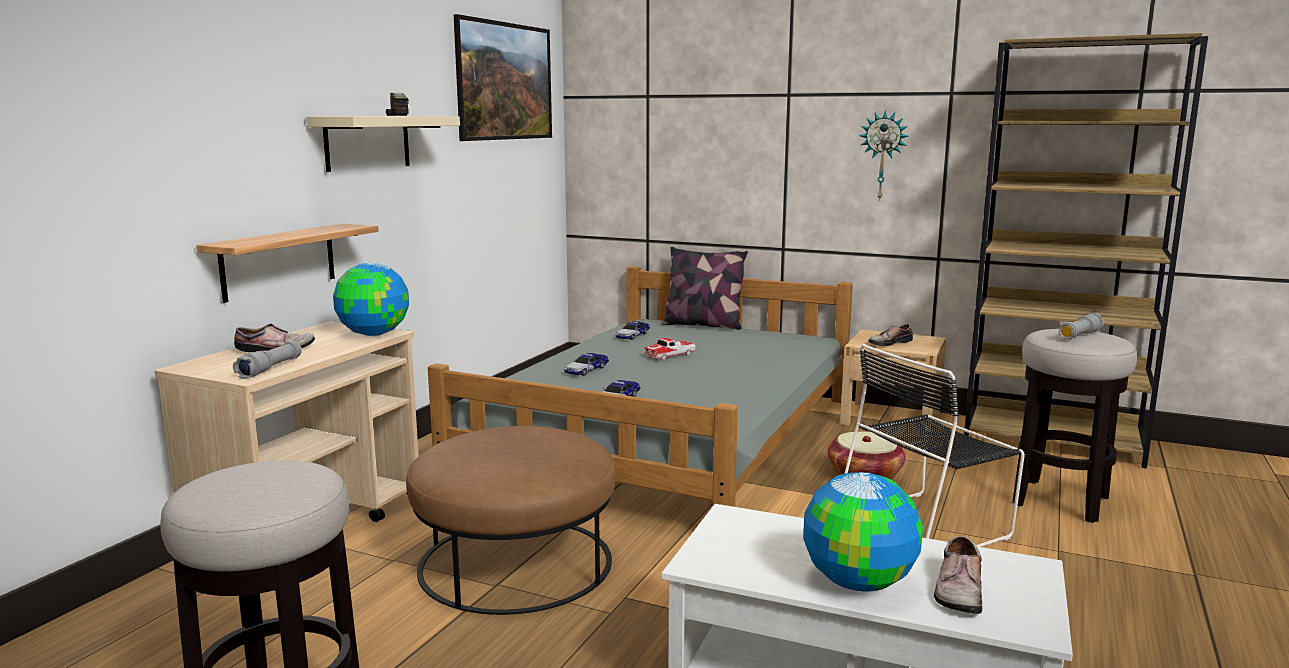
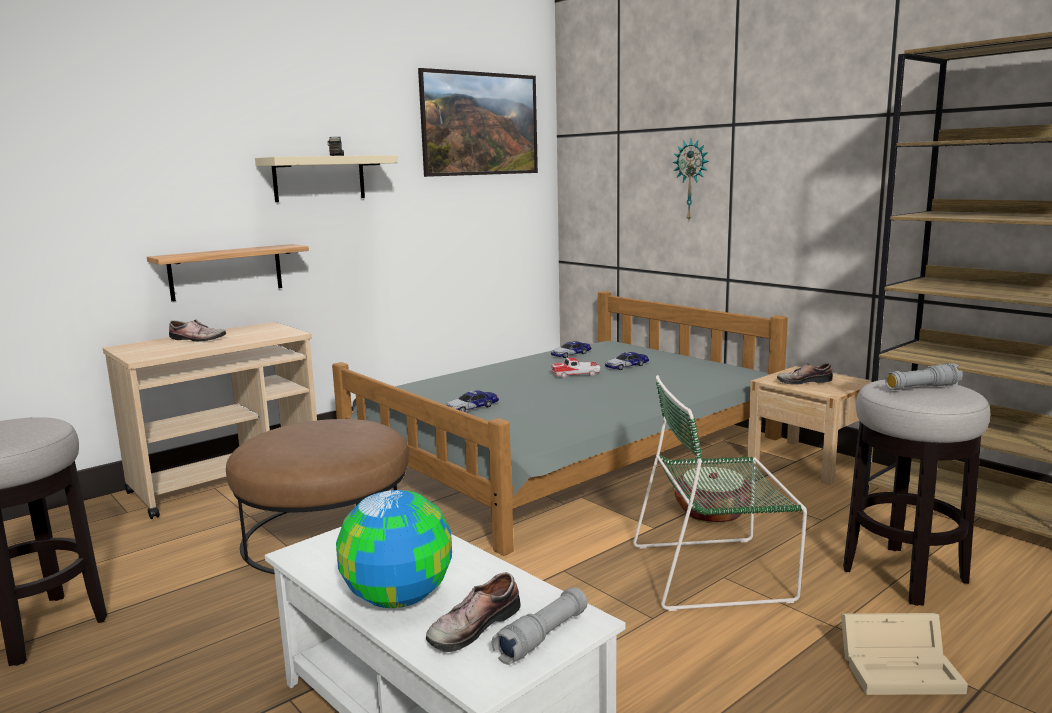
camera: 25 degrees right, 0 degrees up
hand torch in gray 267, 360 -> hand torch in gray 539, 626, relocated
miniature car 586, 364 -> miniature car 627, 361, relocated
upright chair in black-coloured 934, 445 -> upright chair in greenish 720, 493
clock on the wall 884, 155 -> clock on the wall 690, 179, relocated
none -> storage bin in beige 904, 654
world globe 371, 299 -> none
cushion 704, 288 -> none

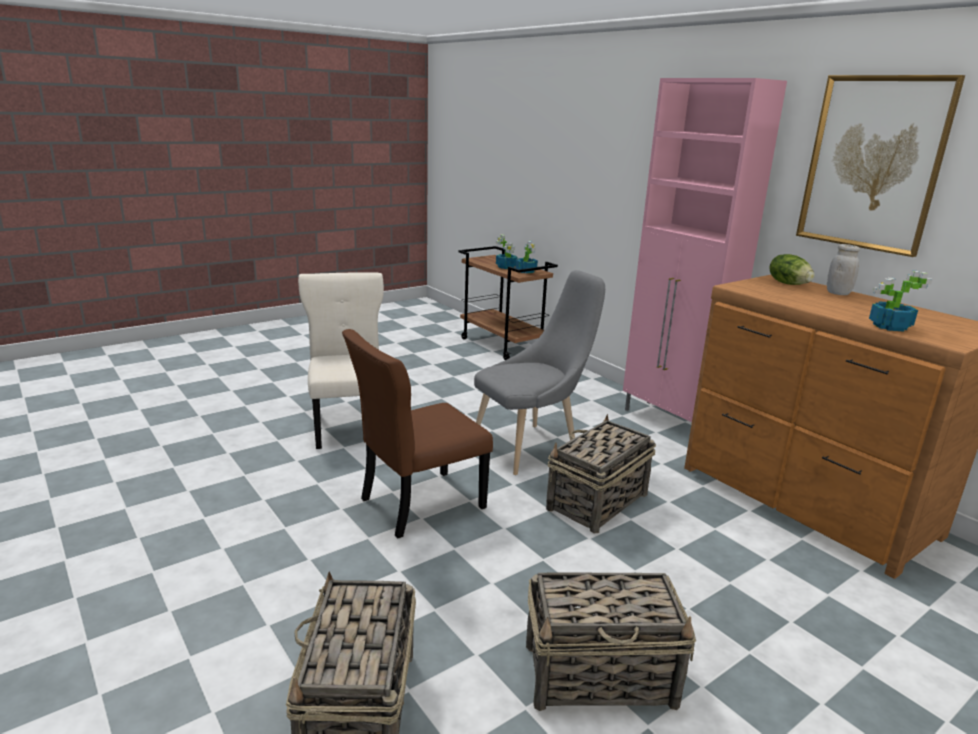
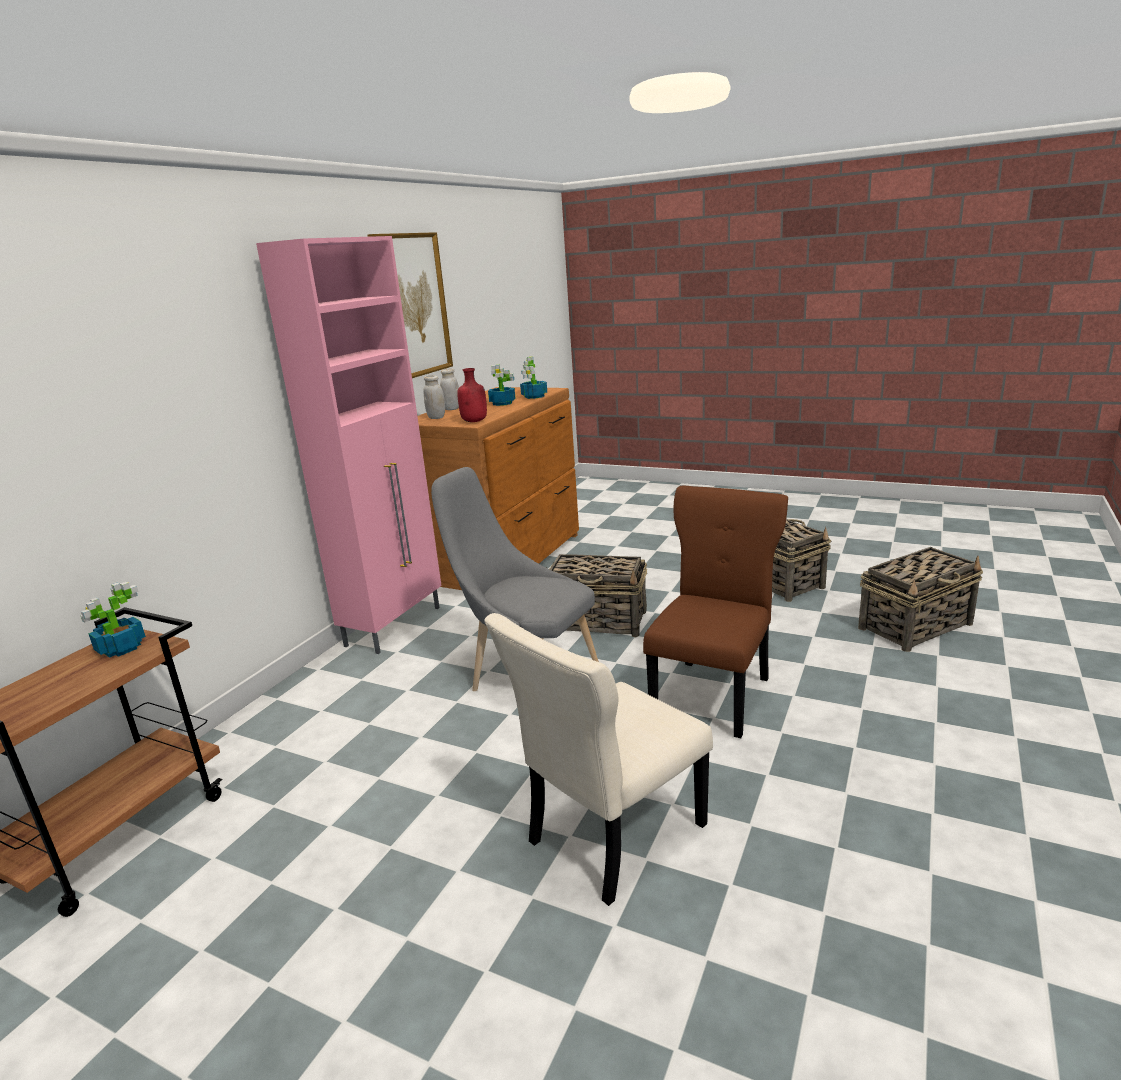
camera: 115 degrees left, 0 degrees up
lettuce head 792, 269 -> preserve jar in whitish 434, 397
none -> beverage bottle in red 472, 395
potted plant 506, 251 -> potted plant 502, 385, relocated
upright chair in brownish 417, 434 -> upright chair in brownish 715, 612, 90 degrees counterclockwise

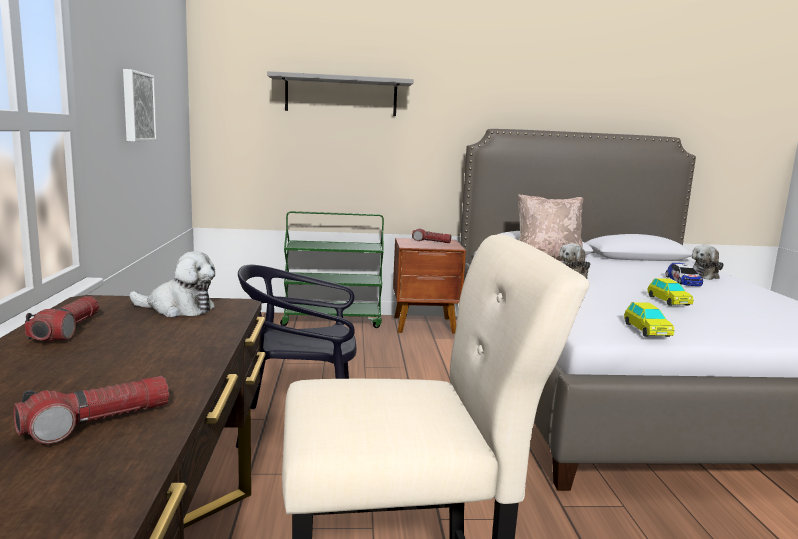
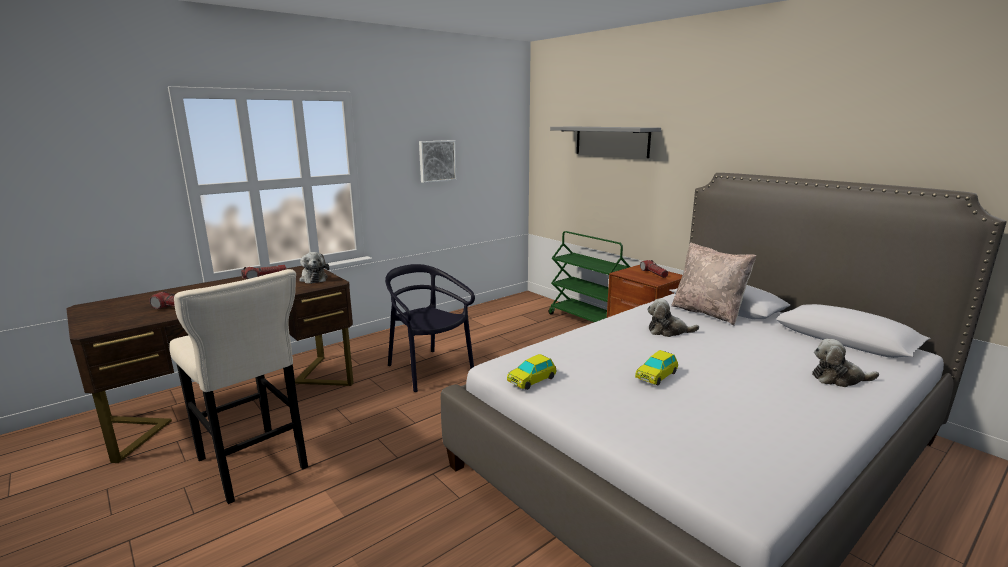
camera: 55 degrees right, 5 degrees up
miniature car 684, 274 -> none

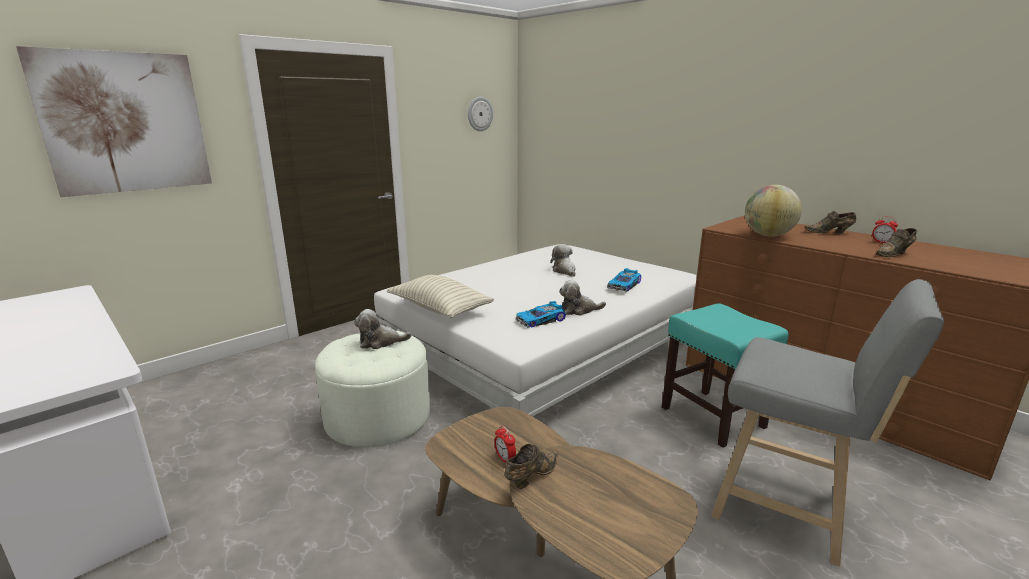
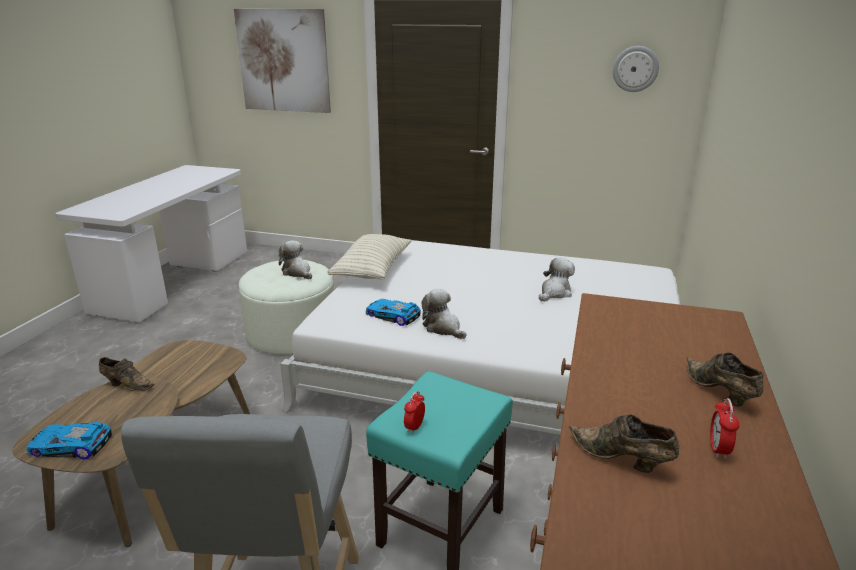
camera: 60 degrees right, 5 degrees up
miniature car 624, 280 -> miniature car 69, 441, relocated
bedside clock 505, 444 -> bedside clock 414, 412, relocated
world globe 773, 211 -> none

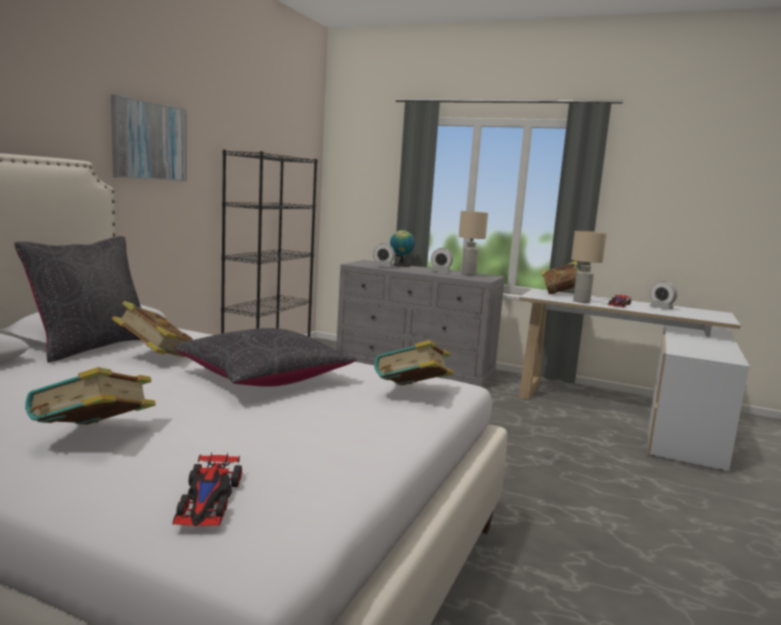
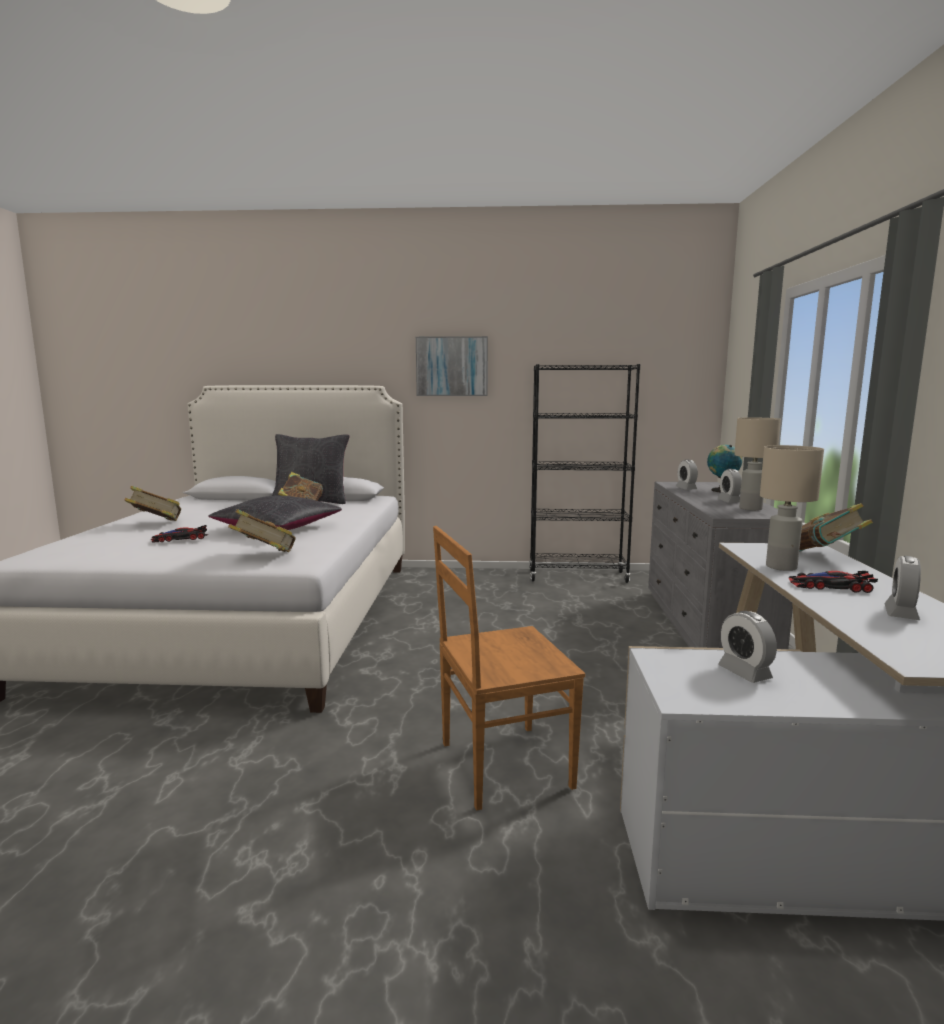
camera: 70 degrees right, 0 degrees up
miniature car 207, 489 -> miniature car 179, 534, relocated
none -> upright chair in brownish 509, 668
none -> bedside clock 747, 647

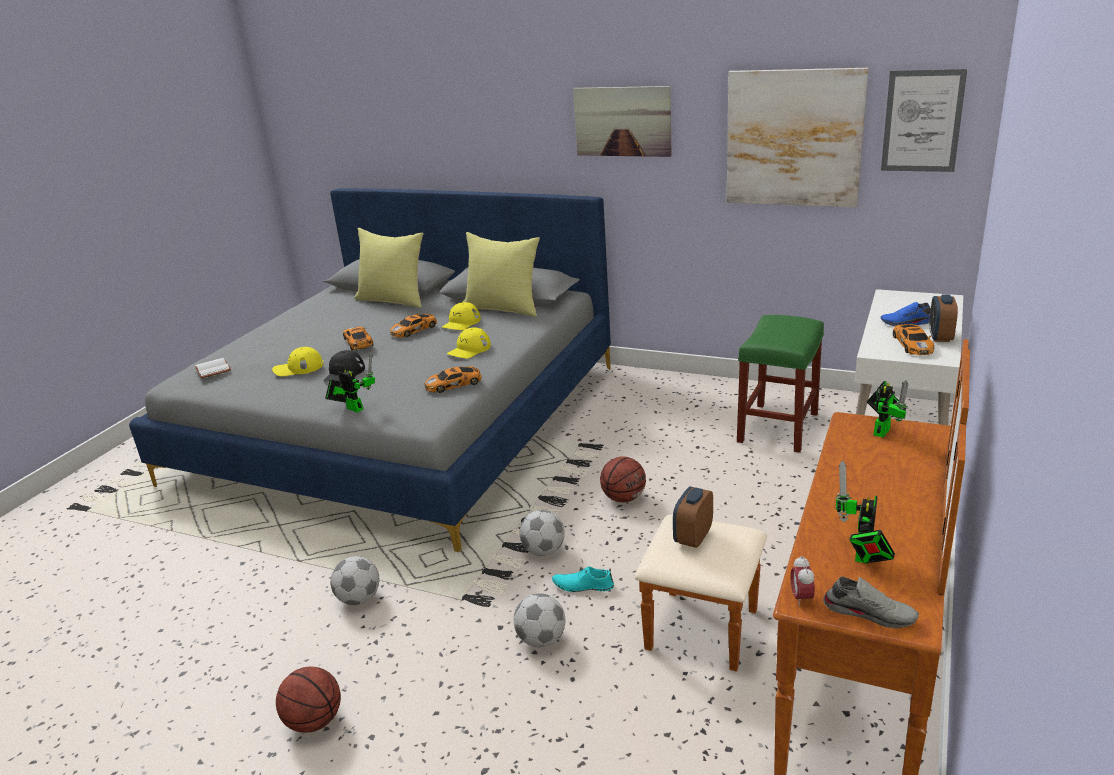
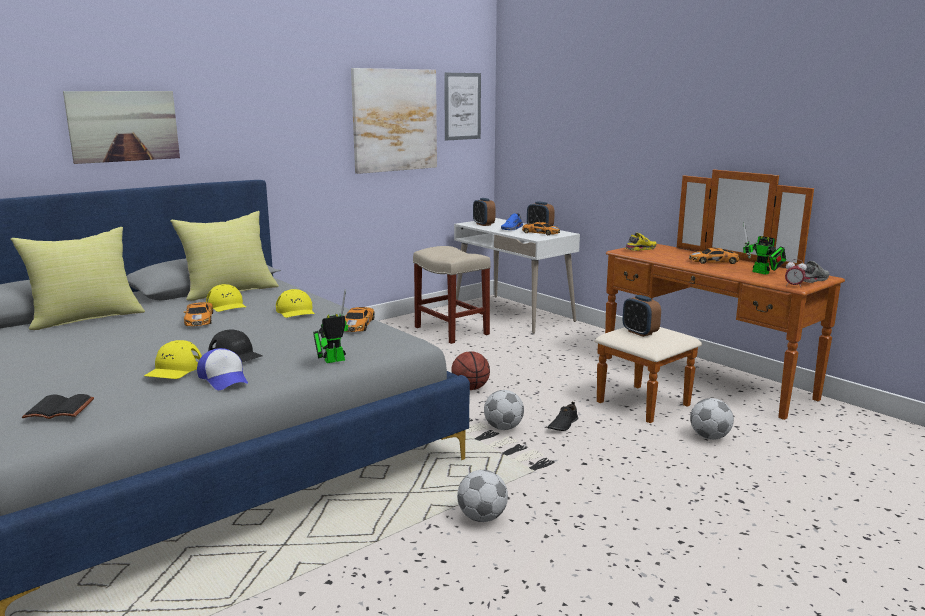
camera: 65 degrees left, 10 degrees down
bound book in whitish 213, 368 -> bound book in black-coloured 58, 406
wall picture 622, 121 -> wall picture 121, 127, relocated
none -> cap 222, 369
stool seat in greenish 780, 384 -> stool seat in beige 452, 295
none -> bedside clock 484, 212
low shoe in turquoise 583, 579 -> low shoe in black-coloured 563, 416
robot figure 887, 409 -> low shoe in yellowish 641, 242
miniature car 358, 338 -> miniature car 714, 256, relocated
football 539, 620 -> football 712, 419, relocated
ball for basketball 308, 700 -> none

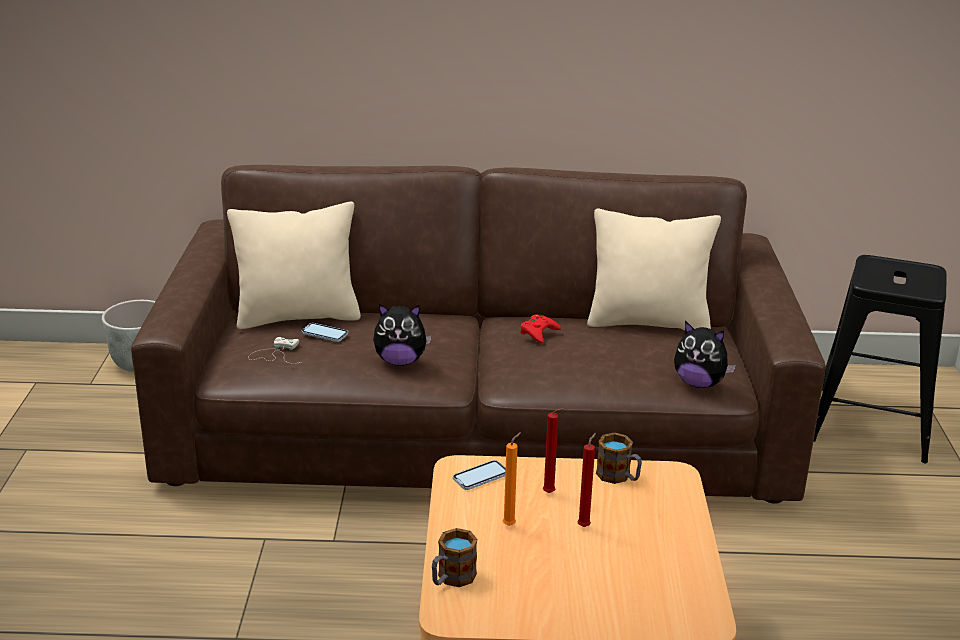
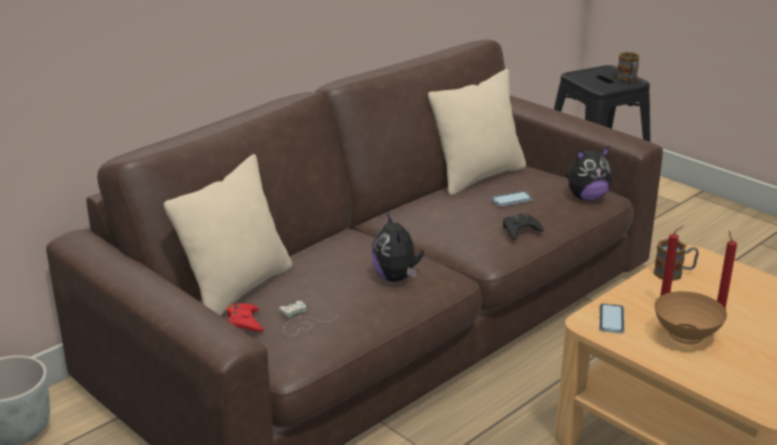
camera: 45 degrees left, 0 degrees up
gamepad in red 540, 329 -> gamepad in red 245, 317, relocated
cuddly toy 402, 335 -> cuddly toy 398, 247, 120 degrees clockwise
handset 324, 332 -> handset 512, 198, relocated
none -> gamepad in black-coloured 523, 226
coffee mug 454, 557 -> coffee mug 628, 67, relocated
candle in orange 512, 479 -> deep dish in brownish 690, 318

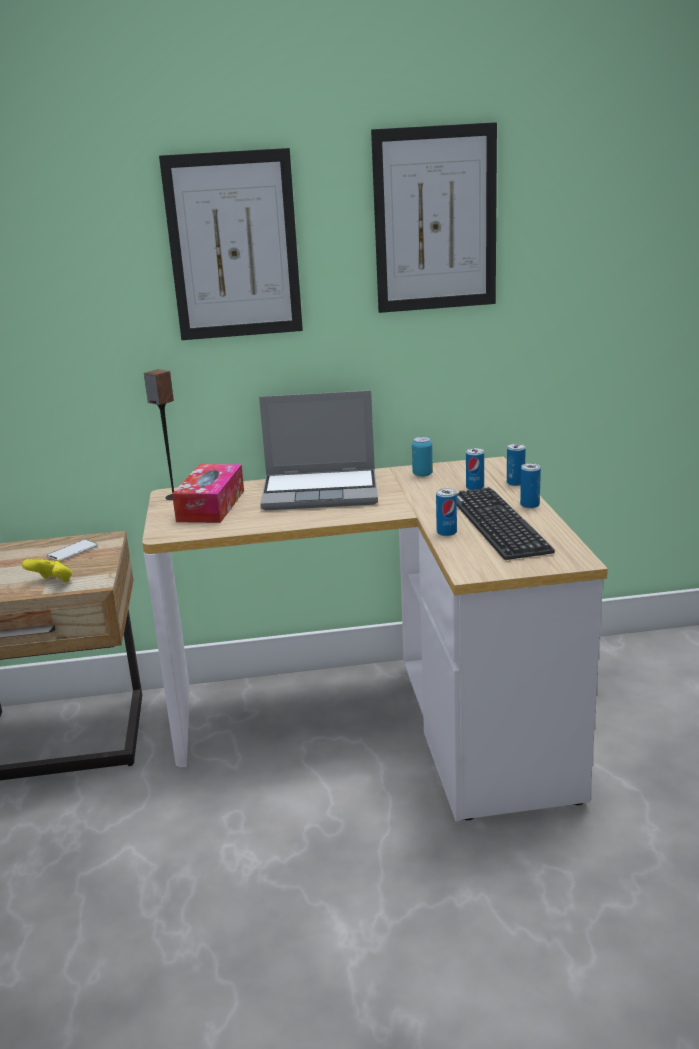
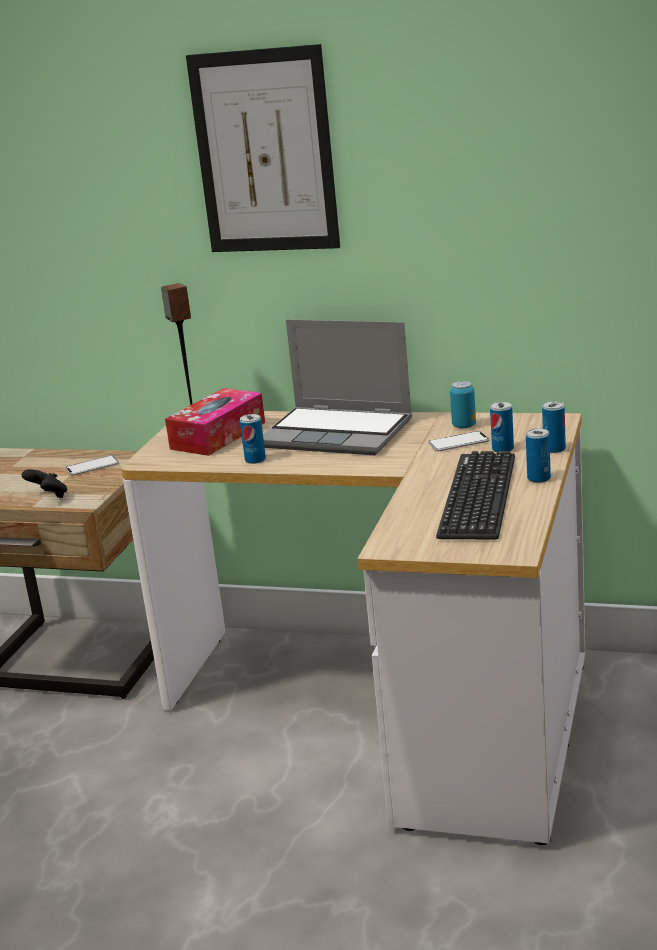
camera: 25 degrees right, 0 degrees up
gamepad in yellowish 47, 570 -> gamepad in black-coloured 44, 483
can 446, 512 -> can 253, 439, relocated
none -> handset 458, 441
wall picture 434, 217 -> none

